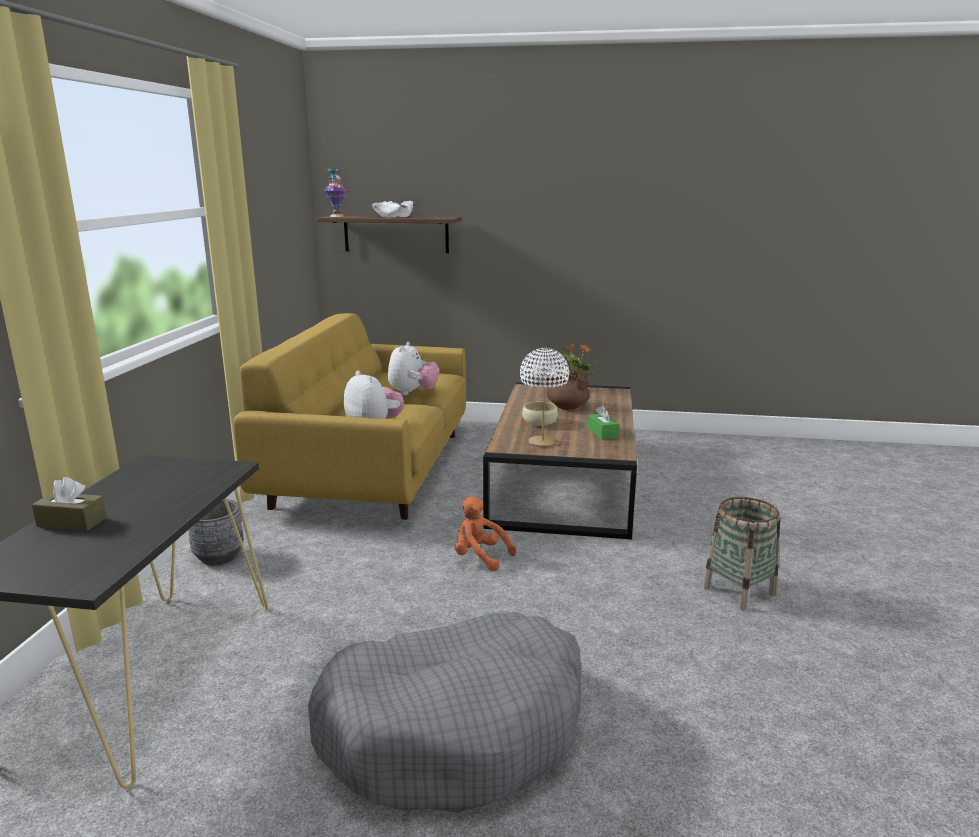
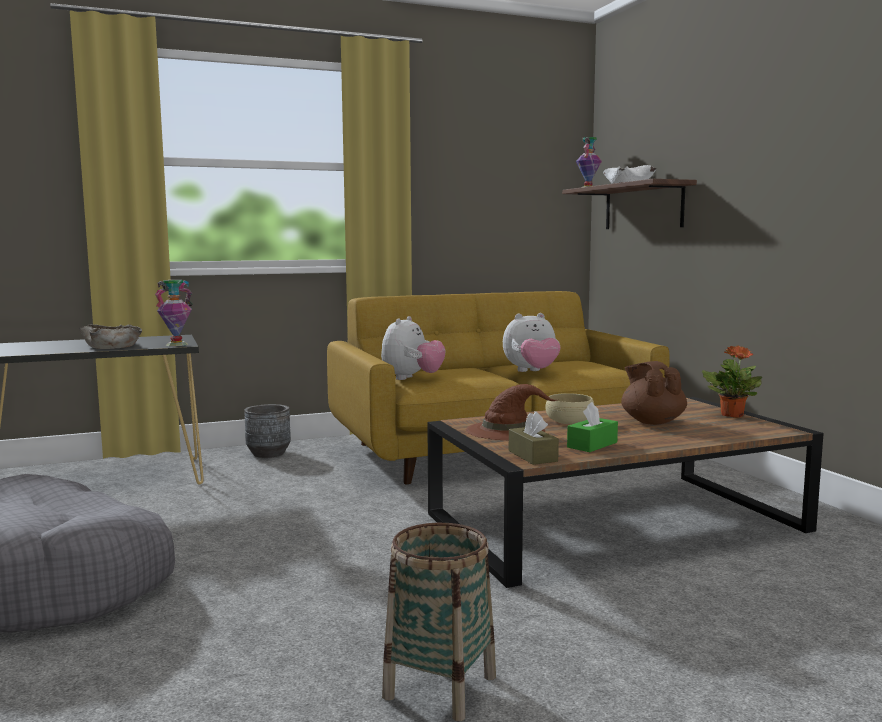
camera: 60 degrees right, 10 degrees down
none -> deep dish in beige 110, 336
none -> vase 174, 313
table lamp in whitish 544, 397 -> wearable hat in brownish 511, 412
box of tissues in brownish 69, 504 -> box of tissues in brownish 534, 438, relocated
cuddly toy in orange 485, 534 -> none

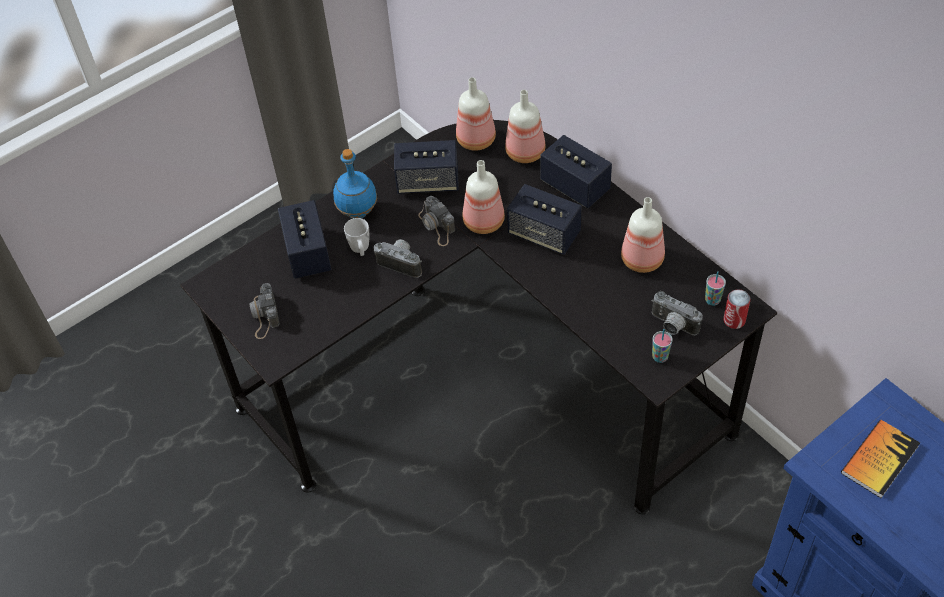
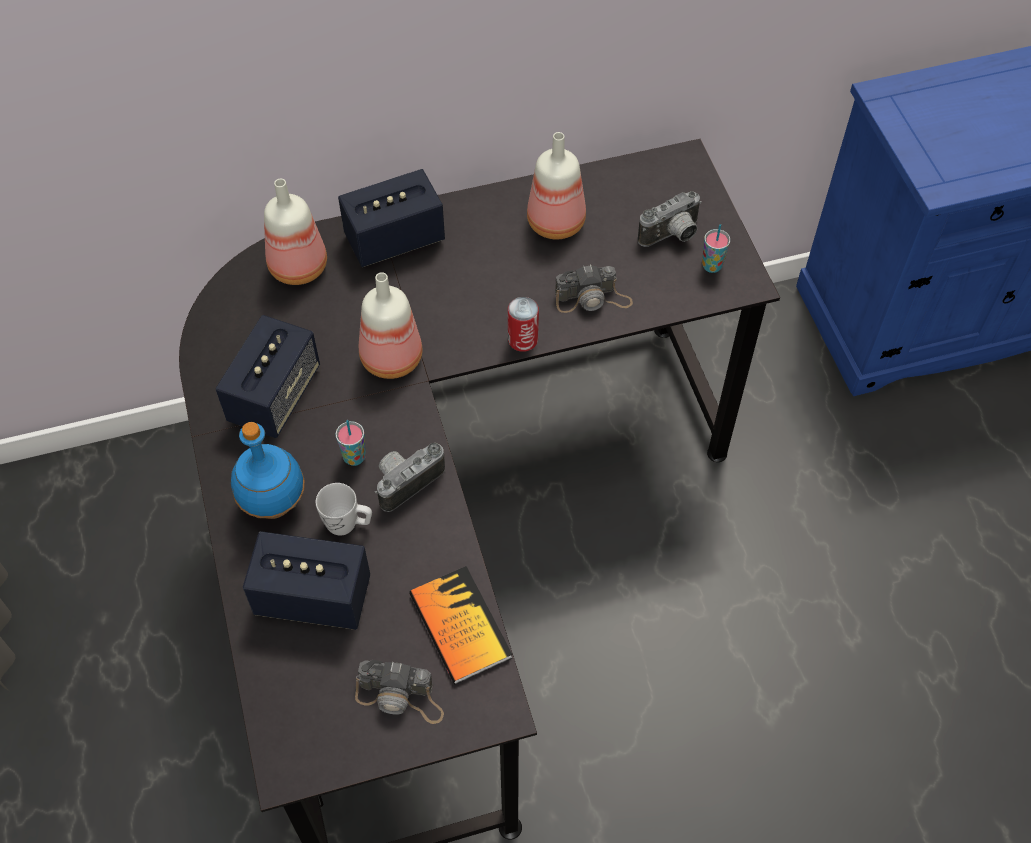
camera: 70 degrees left, 5 degrees up
small cup 715, 288 -> small cup 350, 443, relocated
bound book 880, 459 -> bound book 460, 625, relocated
can 736, 309 -> can 523, 324, relocated
photo camera 436, 221 -> photo camera 594, 288, relocated
beverage bottle 476, 114 -> none
loudspeaker 544, 219 -> none

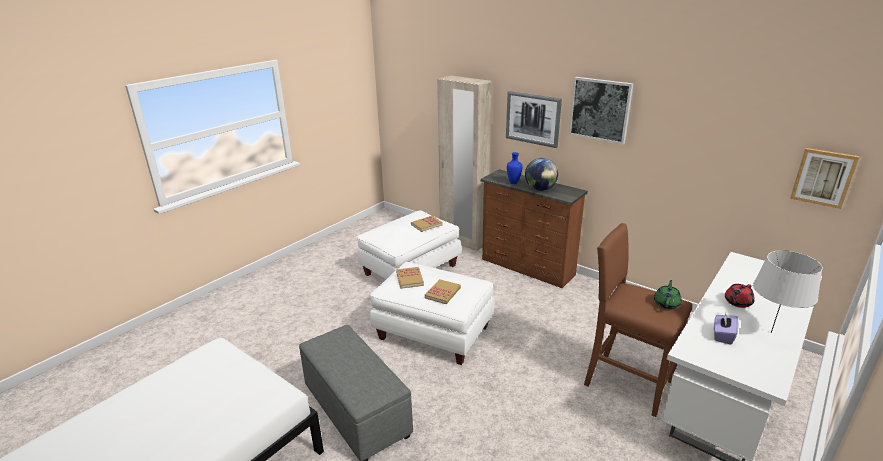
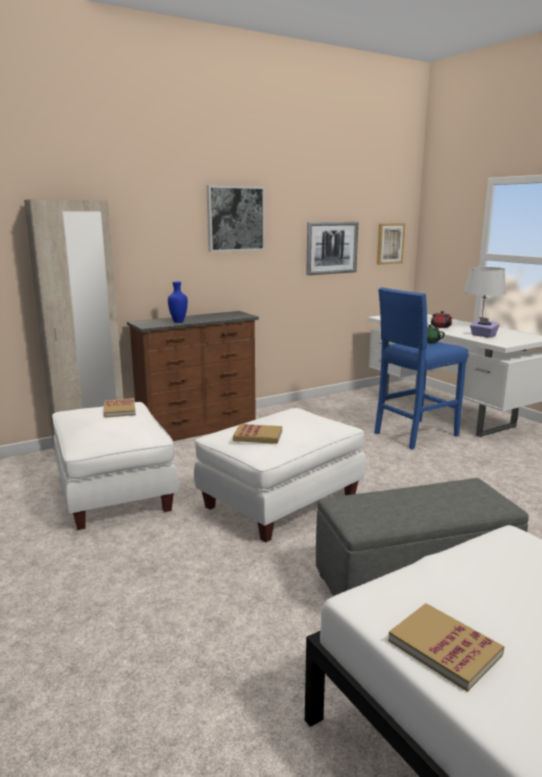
camera: 70 degrees left, 10 degrees down
wall picture 534, 119 -> wall picture 332, 248, relocated
stool seat in brownish 638, 320 -> stool seat in blue-coloured 421, 368
bound book 443, 291 -> bound book 446, 647, relocated
world globe 541, 174 -> none

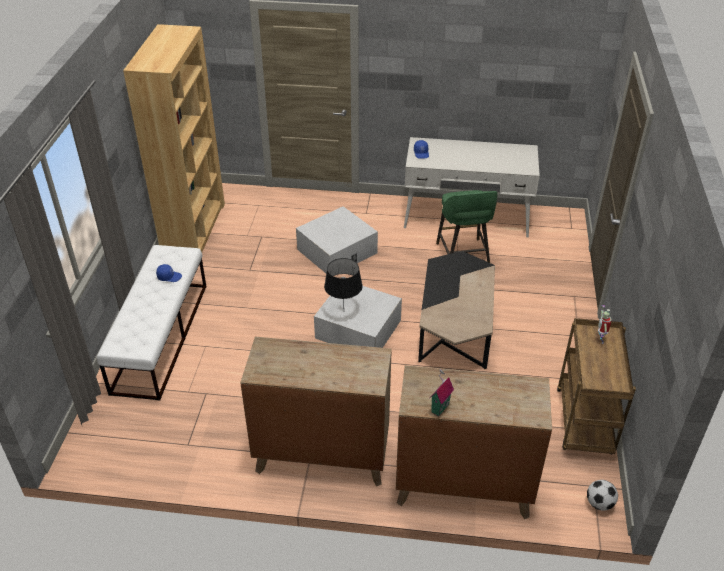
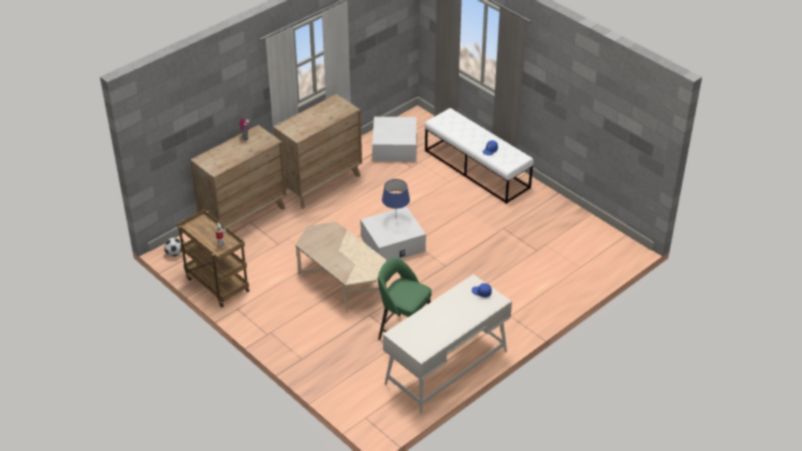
camera: 130 degrees right, 0 degrees up
coffee table in black-coloured 456, 310 -> coffee table in beige 341, 267
storage bin in whitish 337, 239 -> storage bin in whitish 394, 139, relocated
table lamp in black-coloured 343, 280 -> table lamp in blue-coloured 396, 194
shelving unit in brownish 174, 138 -> none

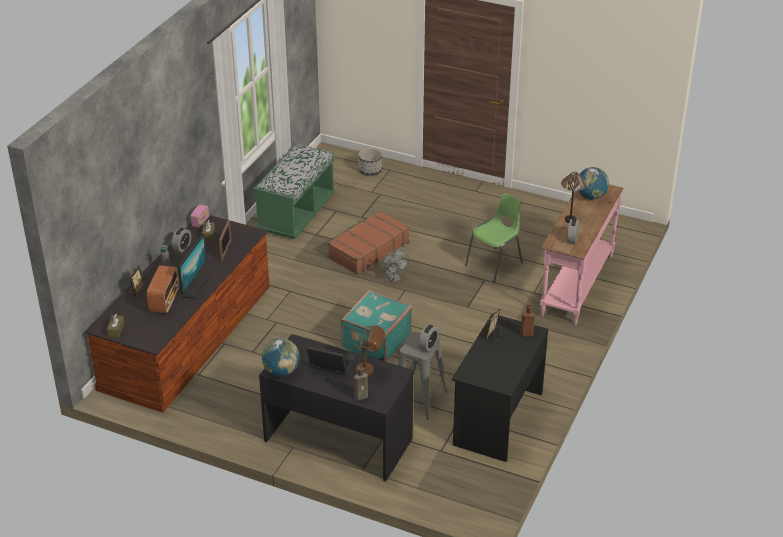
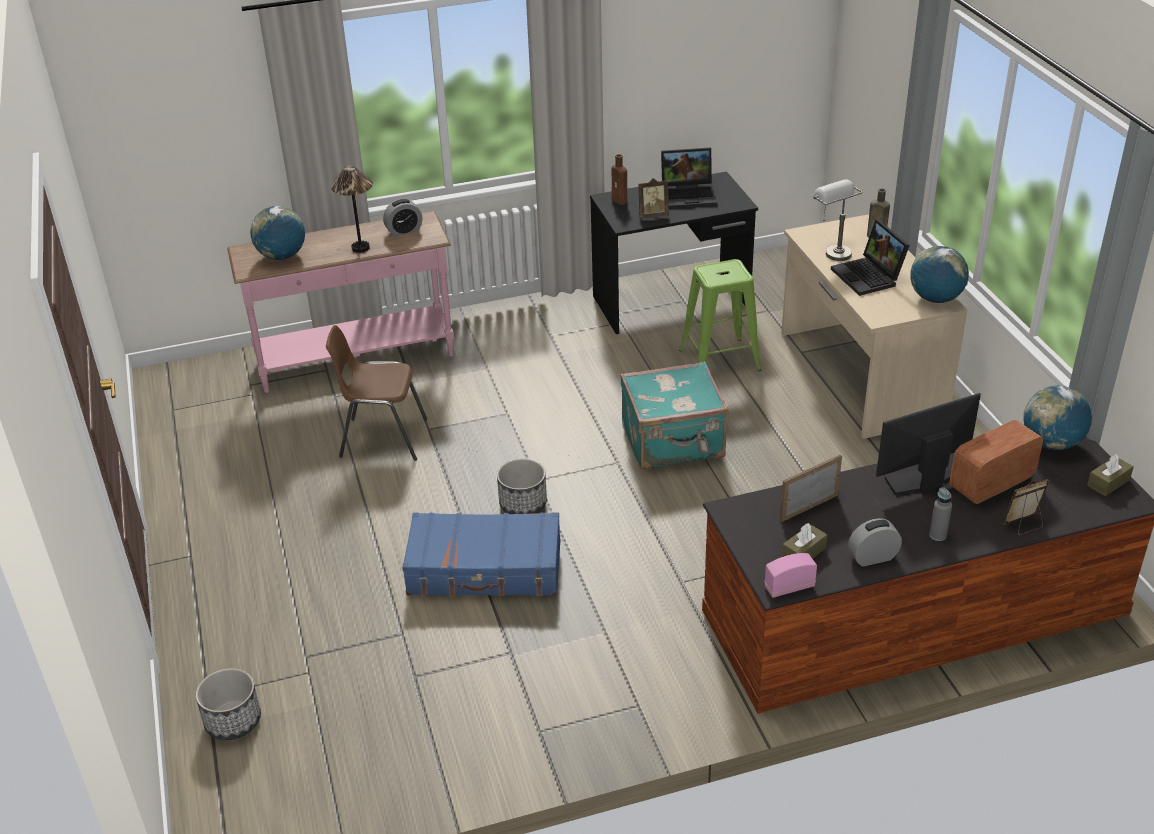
camera: 130 degrees left, 0 degrees up
upright chair in greenish 494, 238 -> upright chair in brownish 376, 393
piece of luggage in brownish 368, 243 -> piece of luggage in blue-coloured 481, 554
cooling fan in gray 395, 265 -> flower pot 522, 486
none -> notebook computer 689, 178
stool seat in gray 422, 376 -> stool seat in greenish 720, 315
desk unit in black-coloured 337, 407 -> desk unit in beige 874, 326
table lamp in brownish 370, 351 -> table lamp in gray 838, 220
none -> world globe 1058, 418
bench in greenish 294, 191 -> none
bedside clock 428, 338 -> none

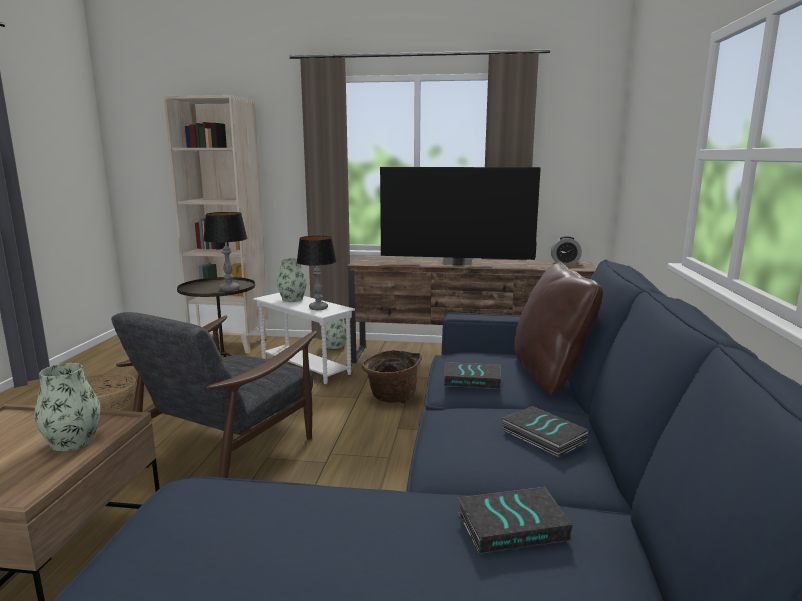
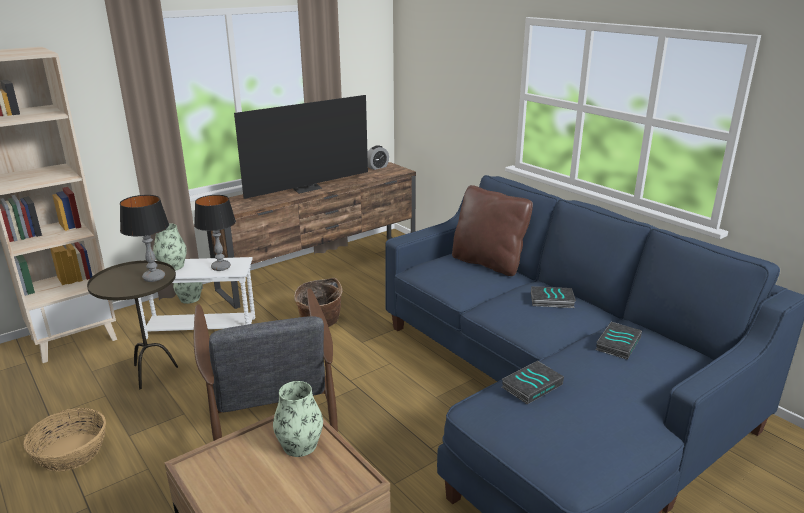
camera: 45 degrees left, 10 degrees up
bound book 472, 375 -> bound book 533, 382, relocated

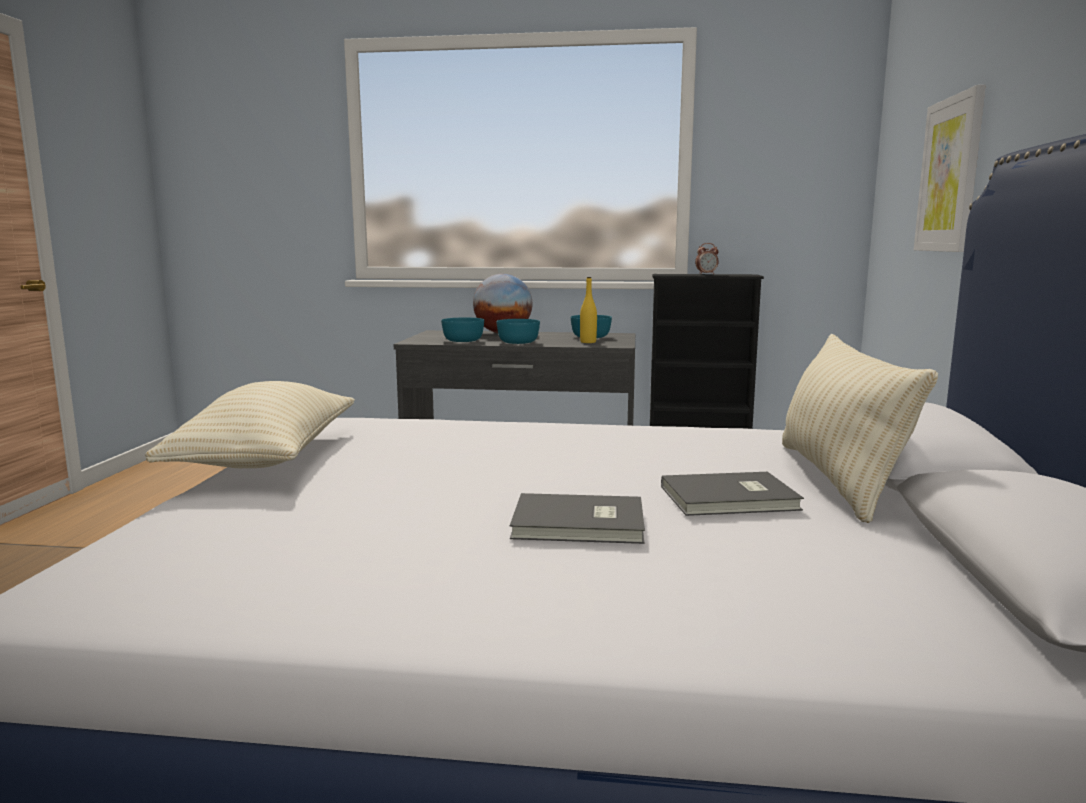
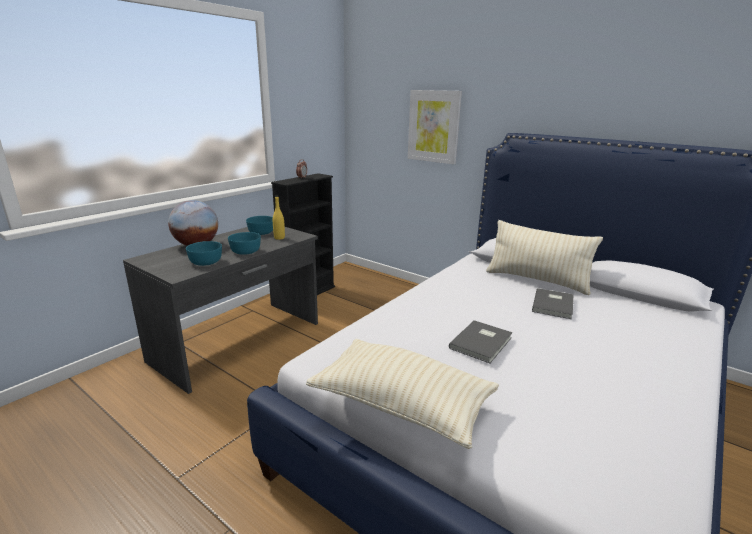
camera: 60 degrees left, 10 degrees up
bound book in gray 577, 518 -> bound book in gray 481, 341, relocated

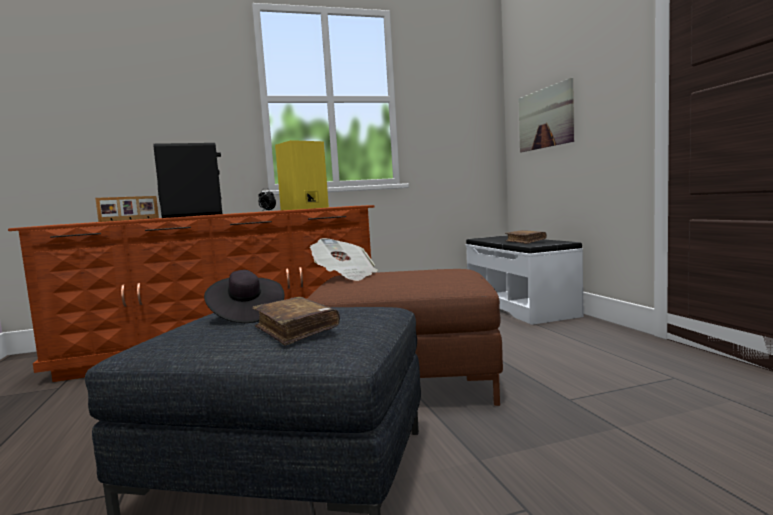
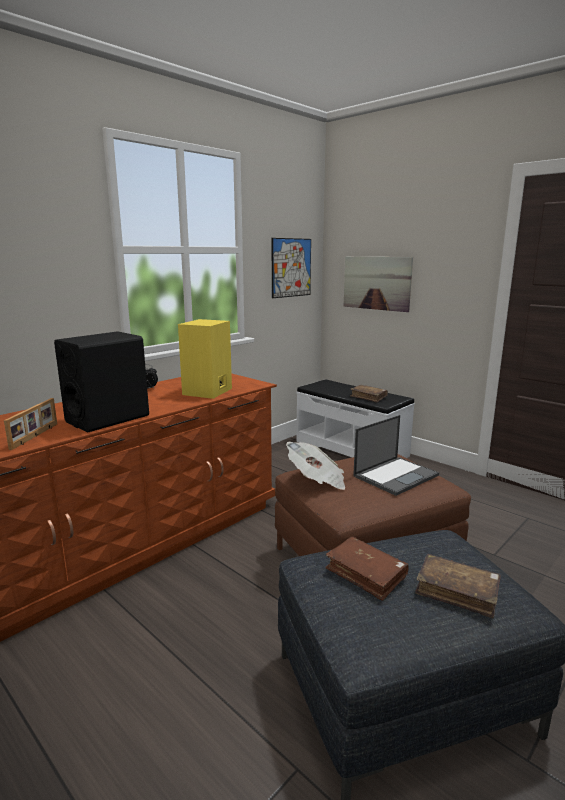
camera: 30 degrees left, 10 degrees up
none -> wall picture 291, 268
wearable hat in black-coloured 244, 296 -> bound book in brownish 367, 569
none -> notebook computer 396, 455

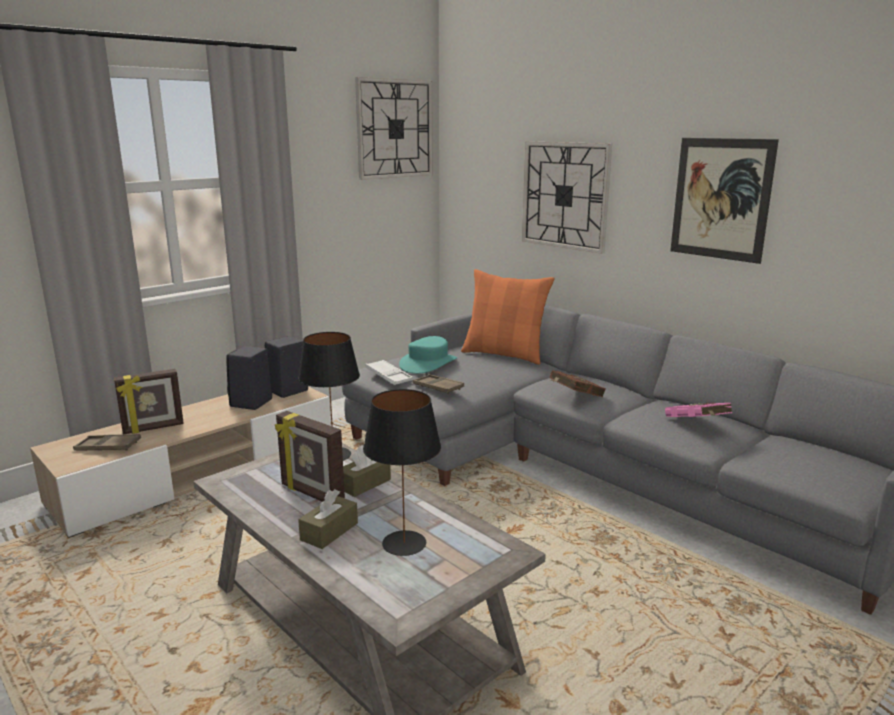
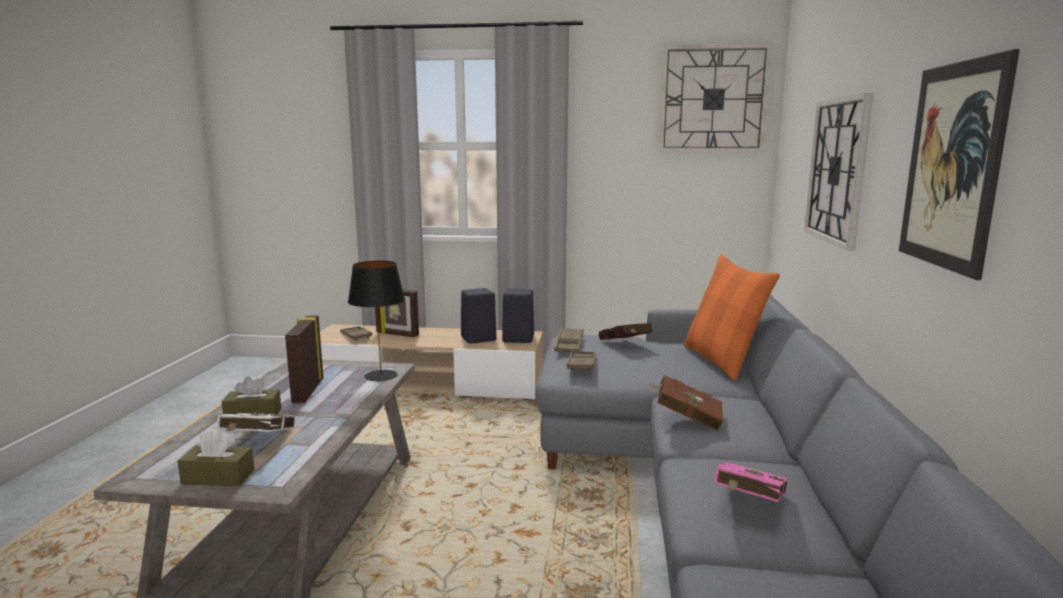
camera: 50 degrees right, 5 degrees down
box of tissues in brownish 367, 471 -> box of tissues in brownish 216, 457, relocated
table lamp in black-coloured 402, 472 -> bound book in whitish 256, 422
serving tray in whitish 389, 372 -> serving tray in brownish 569, 339
wearable hat in turquoise 428, 355 -> bound book in red 626, 331

